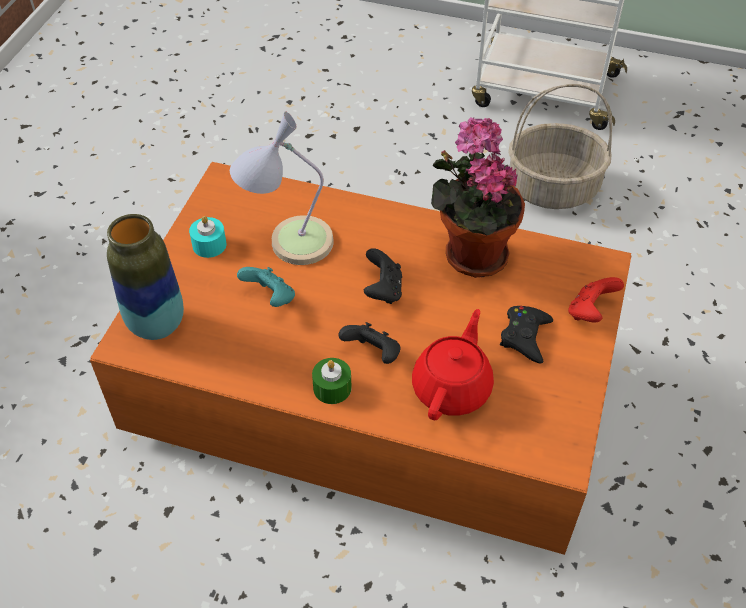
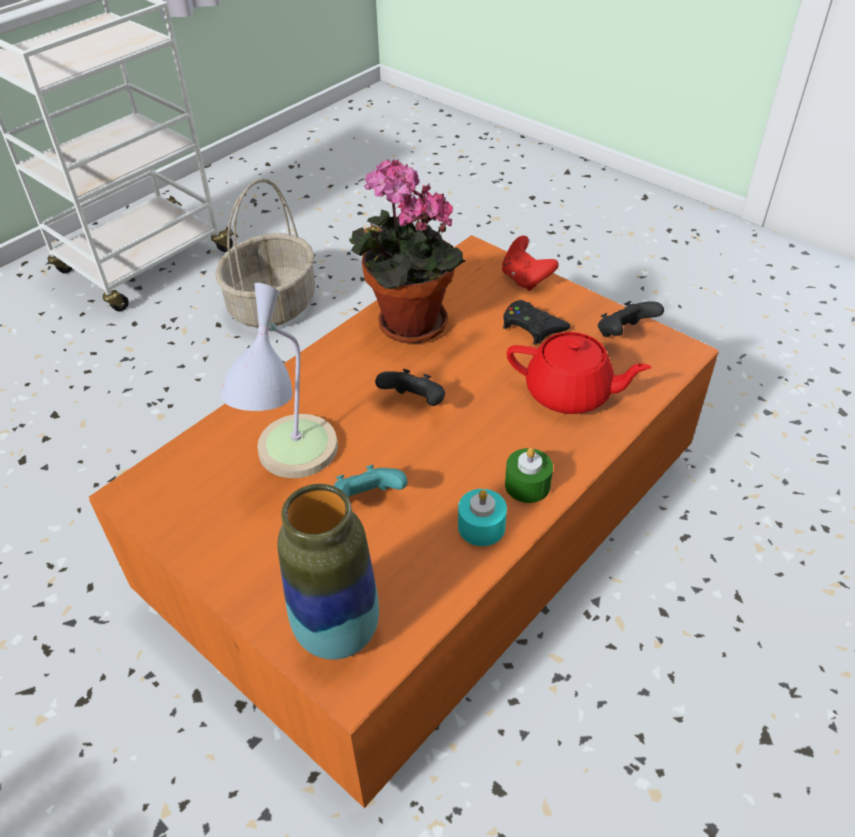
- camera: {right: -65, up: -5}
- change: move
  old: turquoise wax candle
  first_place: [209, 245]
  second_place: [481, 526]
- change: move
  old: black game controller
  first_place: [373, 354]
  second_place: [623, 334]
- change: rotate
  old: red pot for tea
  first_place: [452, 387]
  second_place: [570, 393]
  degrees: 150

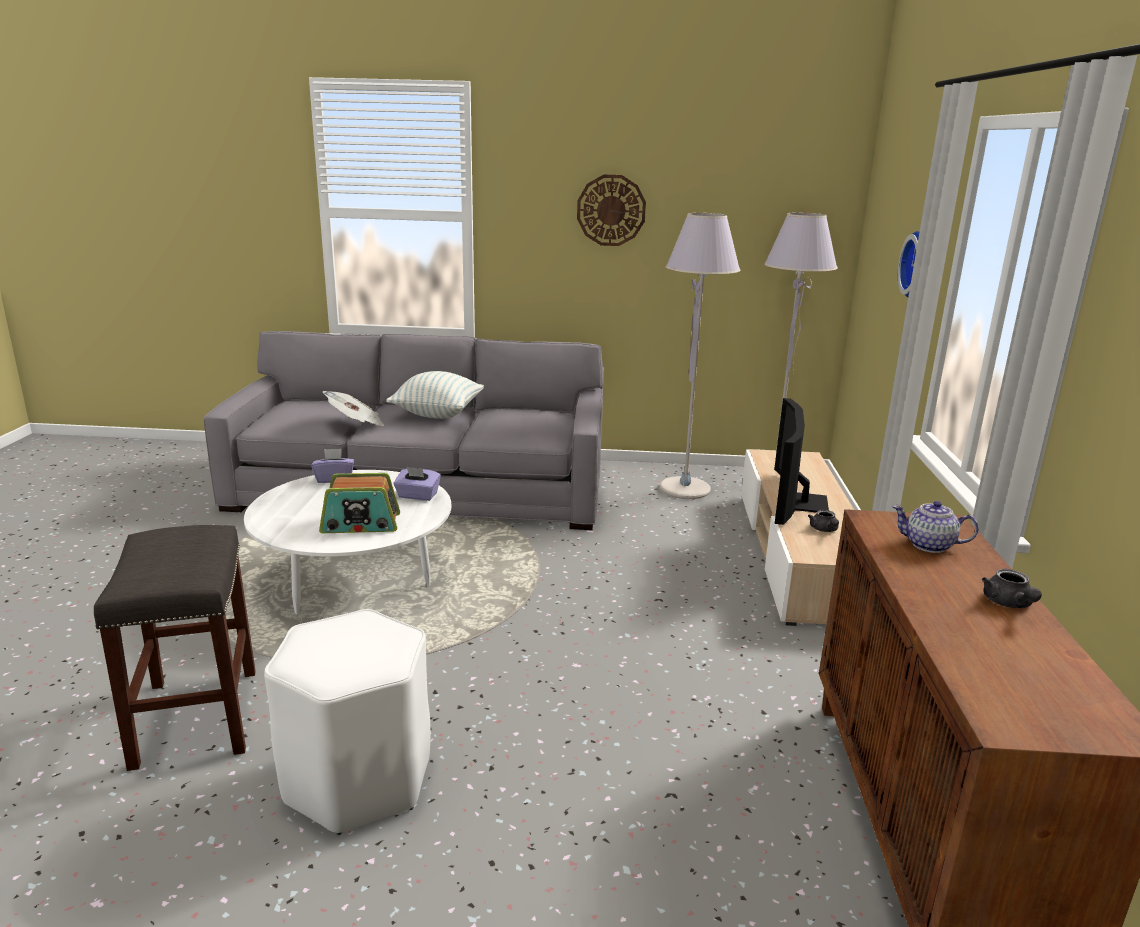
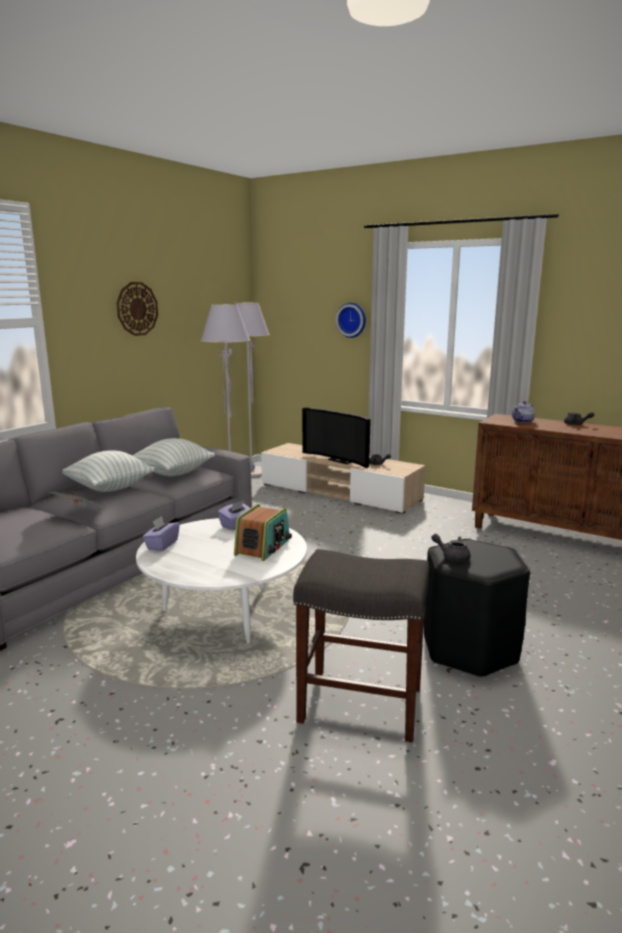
- camera: {right: -60, up: -5}
- change: insert
  new: pillow
  second_place: [172, 473]
- change: insert
  new: greyish pot for tea
  second_place: [452, 556]
- change: recolor
  old: white-coloured stool seat
  new: black stool seat
  first_place: [357, 780]
  second_place: [469, 650]

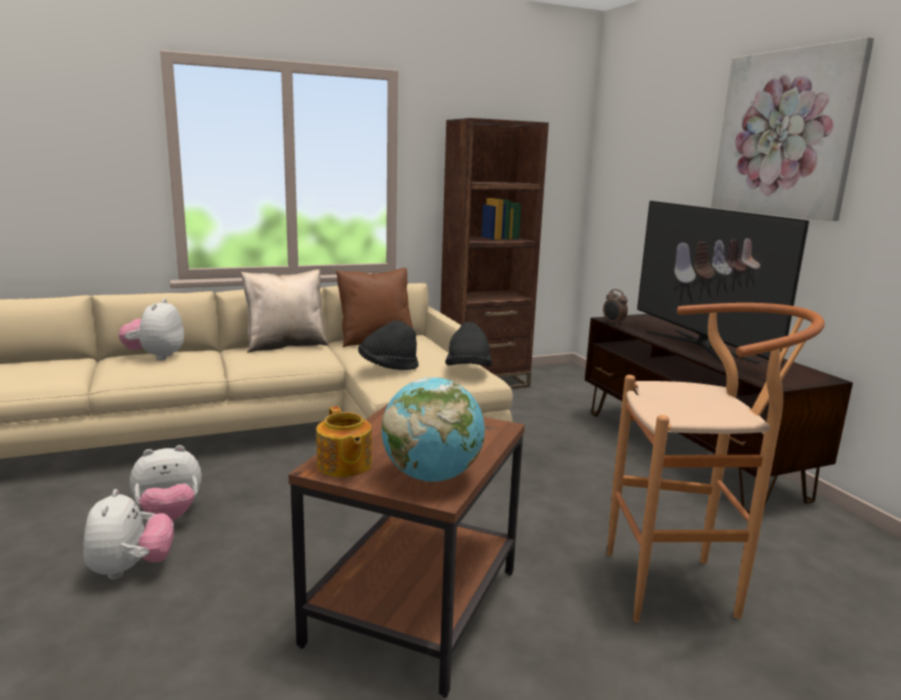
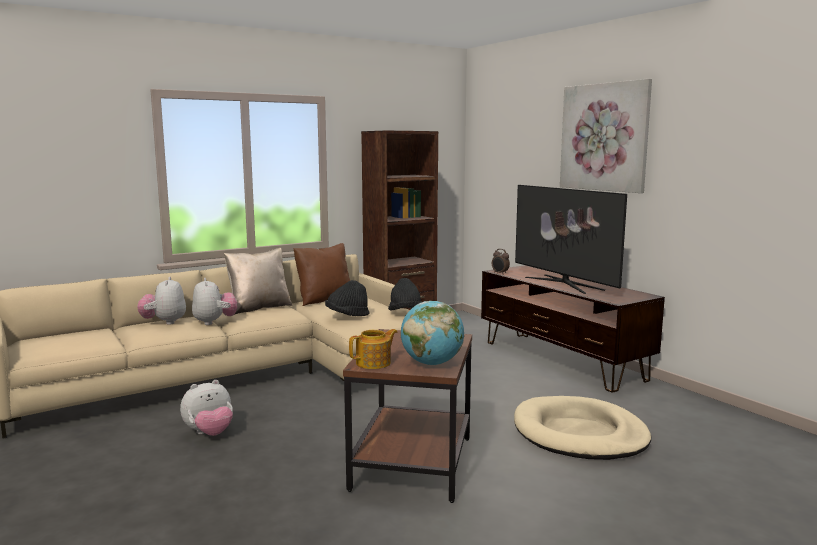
- camera: {right: -10, up: -5}
- change: move
  old: plush toy
  first_place: [130, 569]
  second_place: [214, 322]
- change: replace
  old: brown stool seat
  new: beige-coloured dog bed
  first_place: [684, 587]
  second_place: [579, 434]
- change: rotate
  old: pot for tea
  first_place: [344, 465]
  second_place: [374, 363]
  degrees: -90

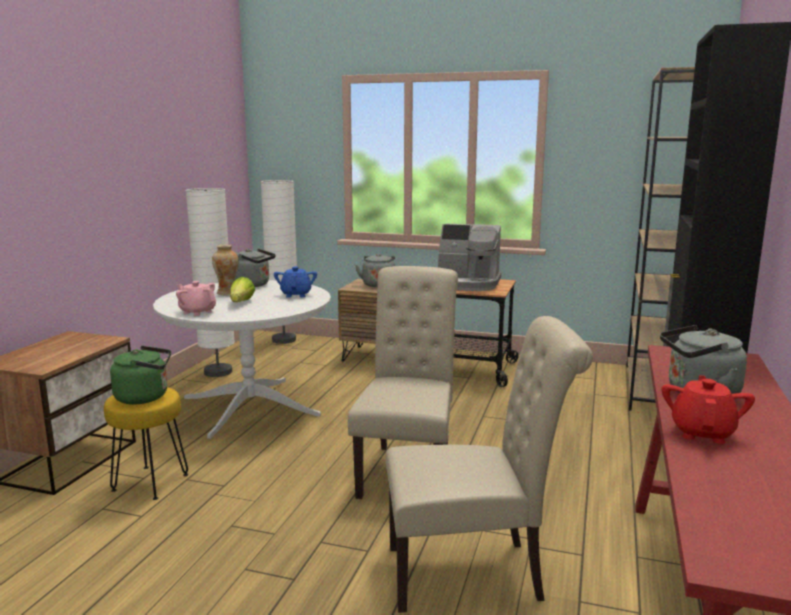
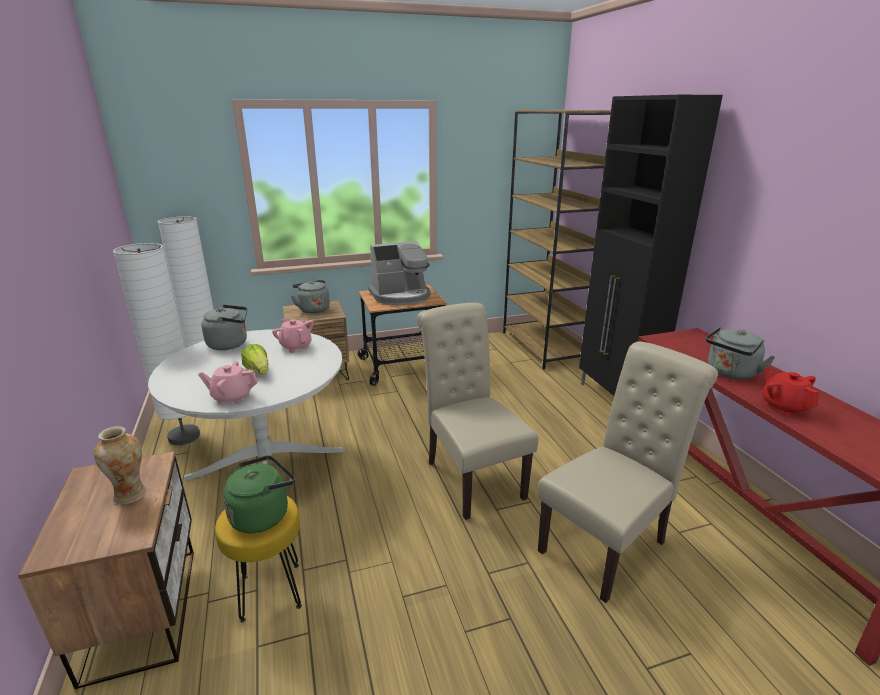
- camera: {right: -35, up: 10}
- change: move
  old: decorative vase
  first_place: [227, 293]
  second_place: [130, 494]
- change: recolor
  old: blue pot for tea
  new: pink pot for tea
  first_place: [296, 295]
  second_place: [296, 346]

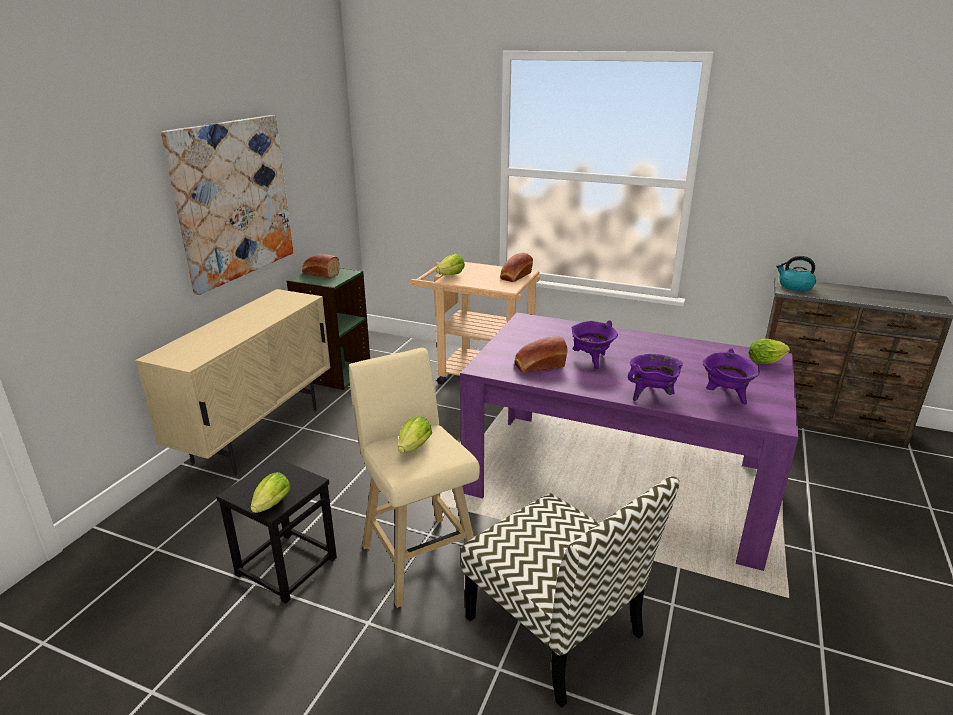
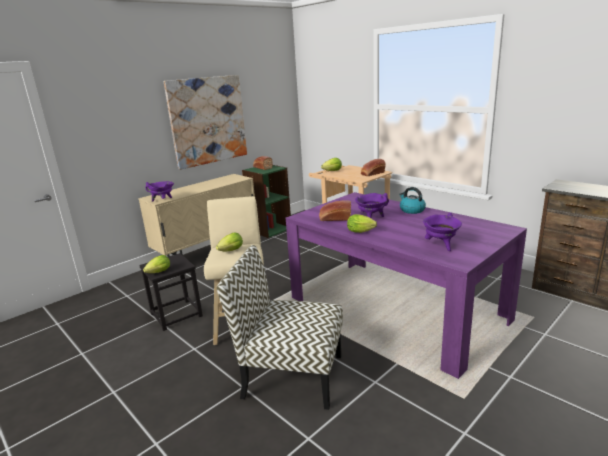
- camera: {right: 25, up: -5}
- change: move
  old: purple saucepot
  first_place: [652, 396]
  second_place: [163, 200]
- change: move
  old: head of lettuce
  first_place: [767, 362]
  second_place: [362, 232]
- change: move
  old: water kettle
  first_place: [794, 286]
  second_place: [411, 210]
- change: rotate
  old: upright chair
  first_place: [556, 628]
  second_place: [291, 376]
  degrees: 120

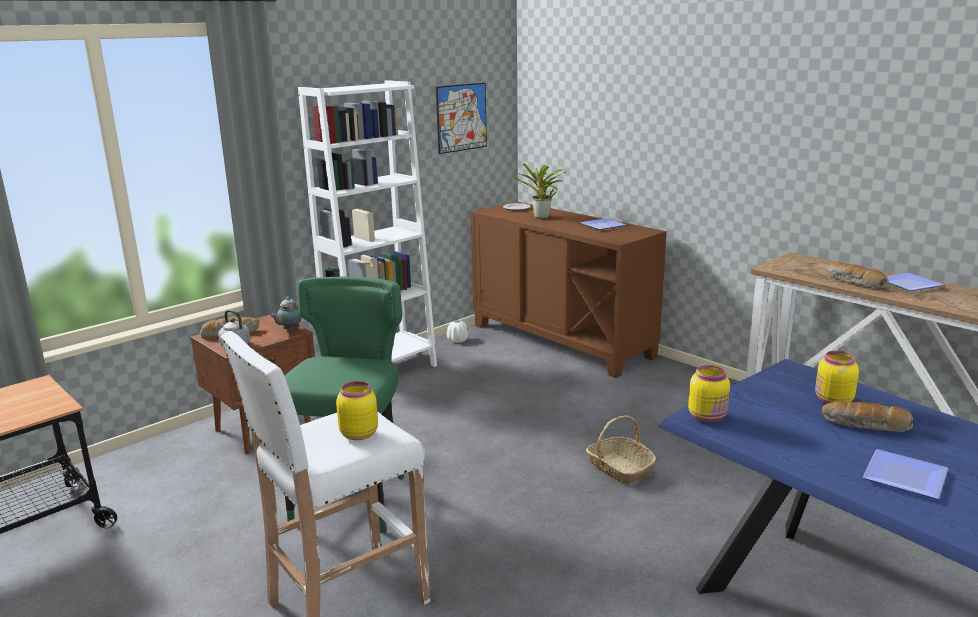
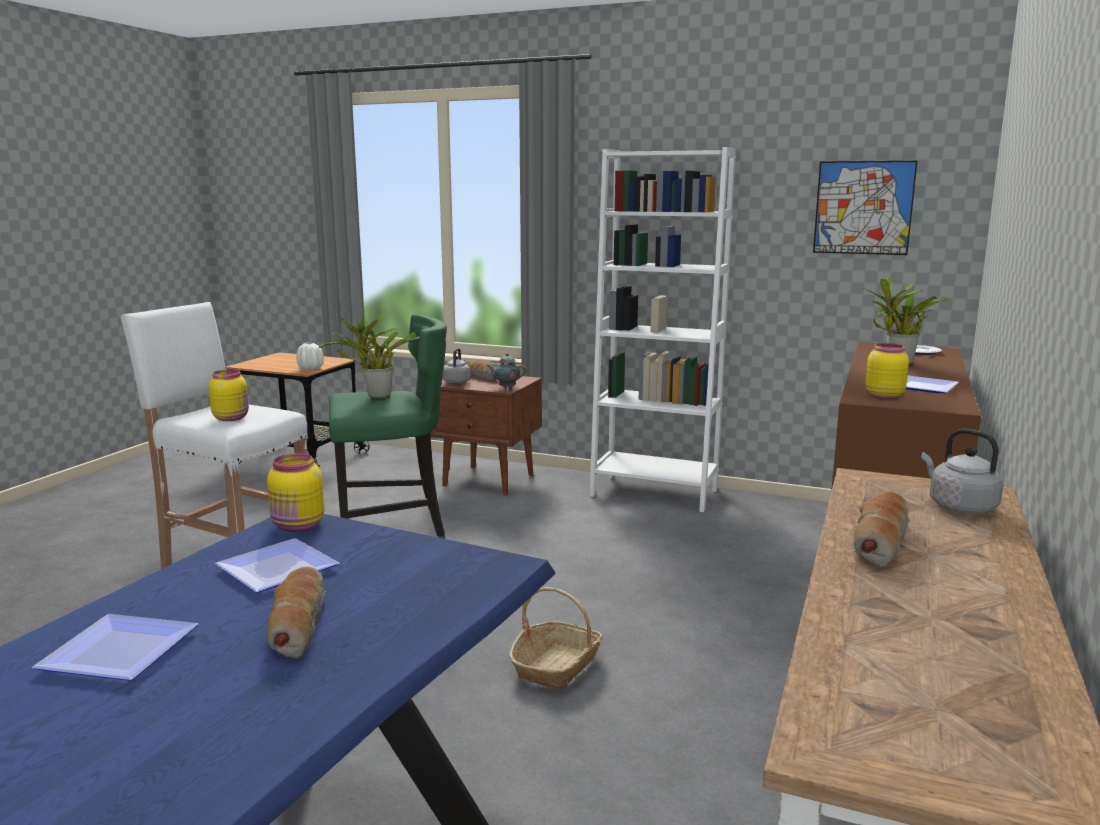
- camera: {right: 65, up: -5}
- change: insert
  new: plant in a pot
  second_place: [375, 396]
- change: insert
  new: greyish water kettle
  second_place: [958, 506]
- change: move
  old: white-coloured decorative vase
  first_place: [457, 340]
  second_place: [310, 368]
- change: move
  old: yellow preserve jar
  first_place: [832, 401]
  second_place: [883, 396]
- change: move
  old: flat dish
  first_place: [911, 285]
  second_place: [276, 571]

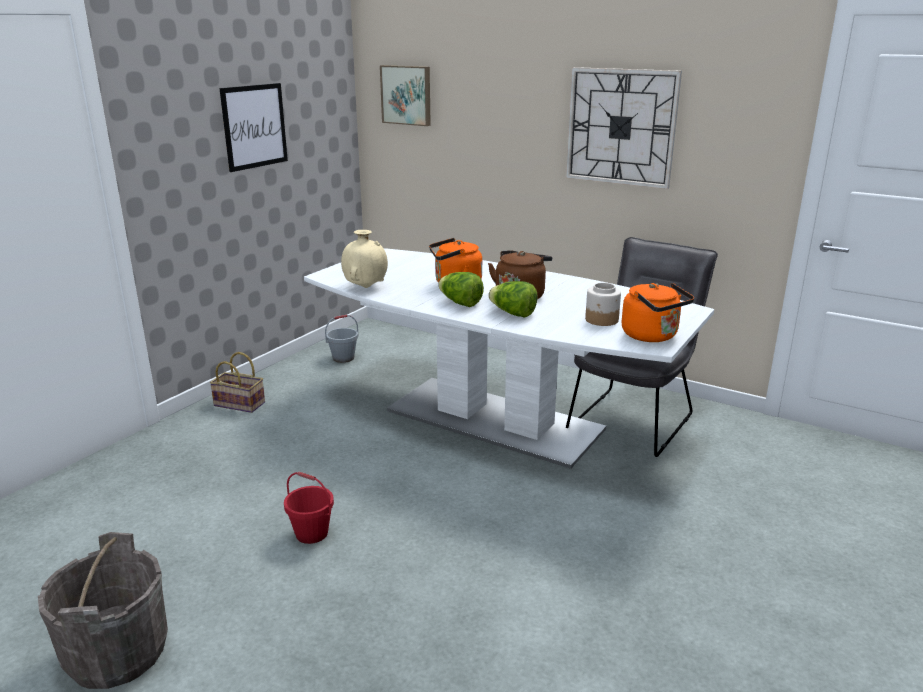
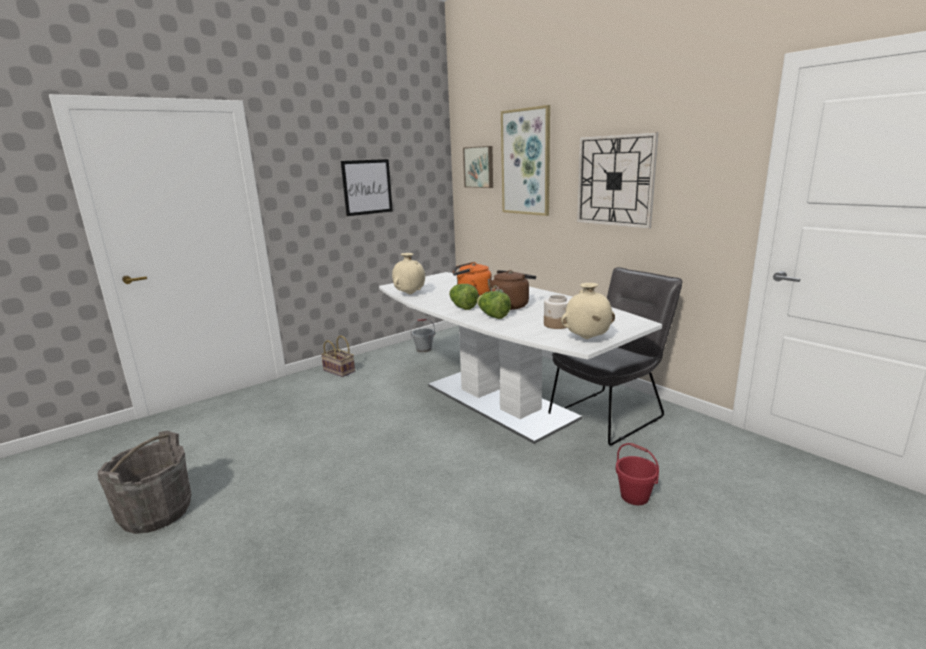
- camera: {right: 20, up: -5}
- change: insert
  new: wall picture
  second_place: [526, 162]
- change: move
  old: red bucket
  first_place: [311, 533]
  second_place: [634, 496]
- change: replace
  old: orange-coloured water kettle
  new: beige-coloured decorative vase
  first_place: [652, 336]
  second_place: [586, 339]

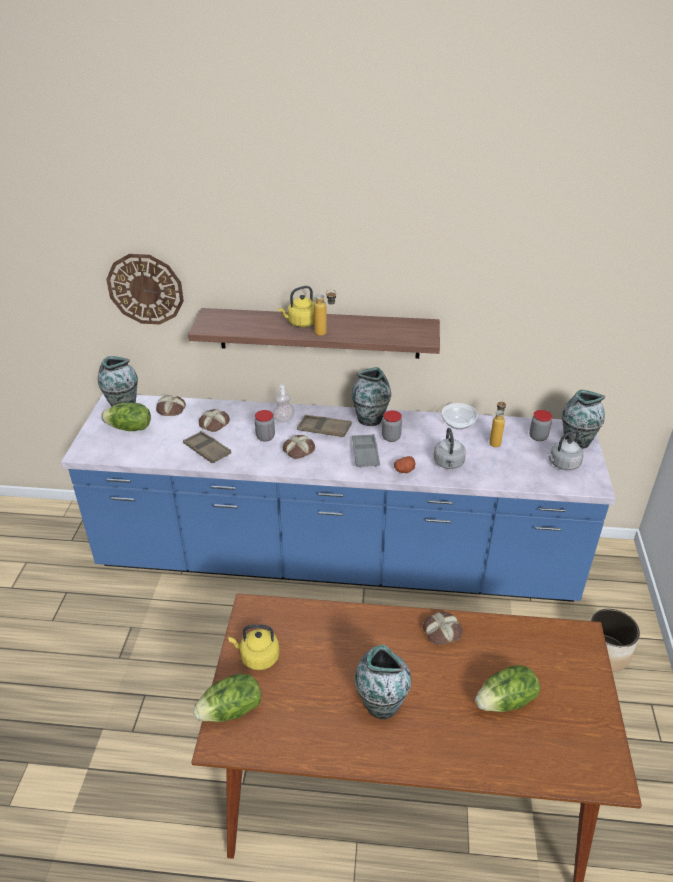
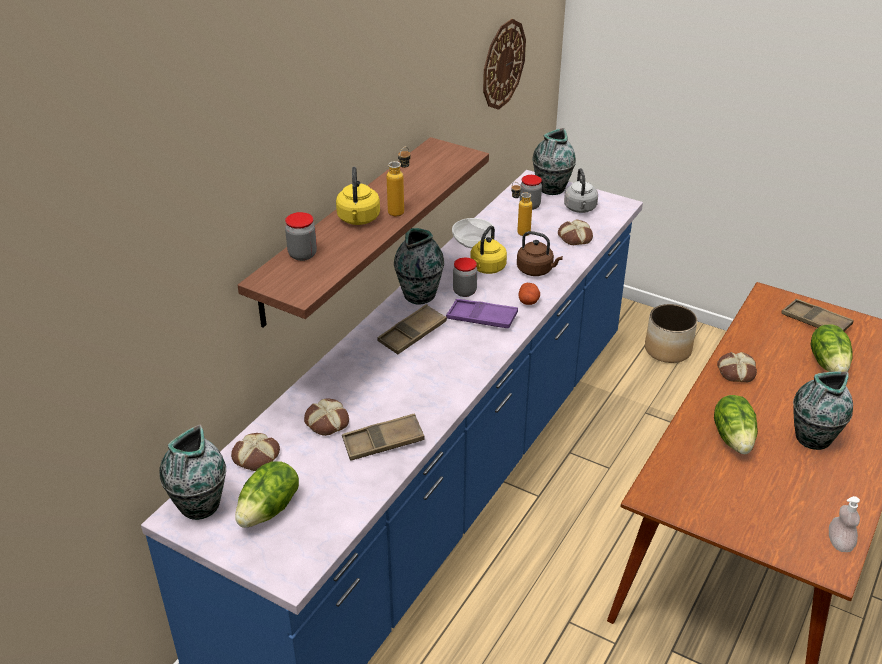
- camera: {right: -65, up: 0}
- change: insert
  new: brown serving tray
  second_place: [815, 321]
- change: move
  old: hanging clock
  first_place: [145, 289]
  second_place: [503, 64]
- change: move
  old: head of lettuce
  first_place: [231, 711]
  second_place: [734, 438]
- change: move
  old: yellow water kettle
  first_place: [257, 657]
  second_place: [487, 268]
- change: move
  old: preserve jar
  first_place: [265, 437]
  second_place: [302, 254]
- change: move
  old: liquid soap bottle
  first_place: [284, 419]
  second_place: [839, 543]
- change: move
  old: bread
  first_place: [298, 450]
  second_place: [574, 237]
- change: recolor
  old: greyish serving tray
  new: purple serving tray
  first_place: [365, 454]
  second_place: [481, 318]
- change: recolor
  old: greyish water kettle
  new: brown water kettle
  first_place: [448, 464]
  second_place: [536, 270]

